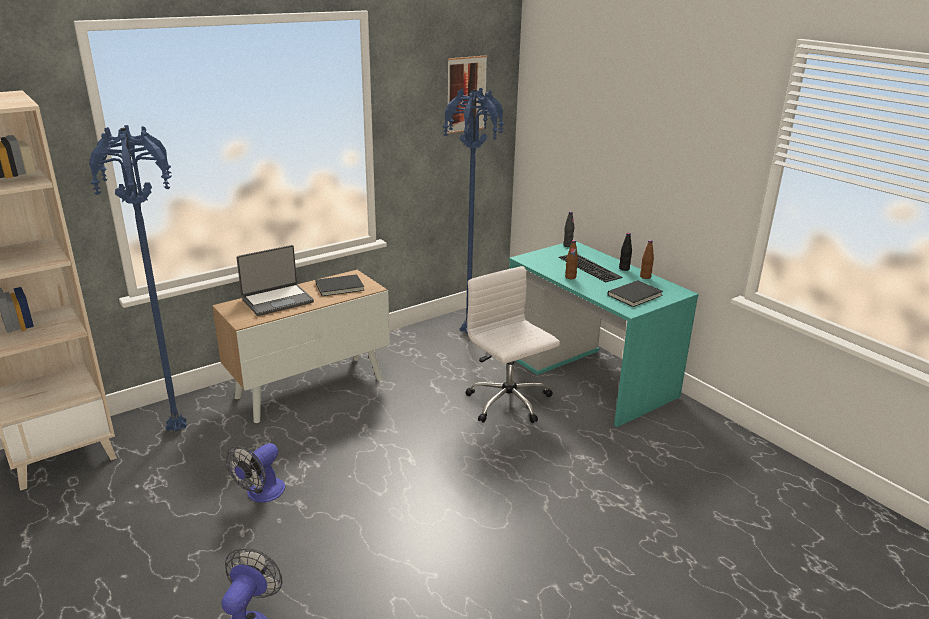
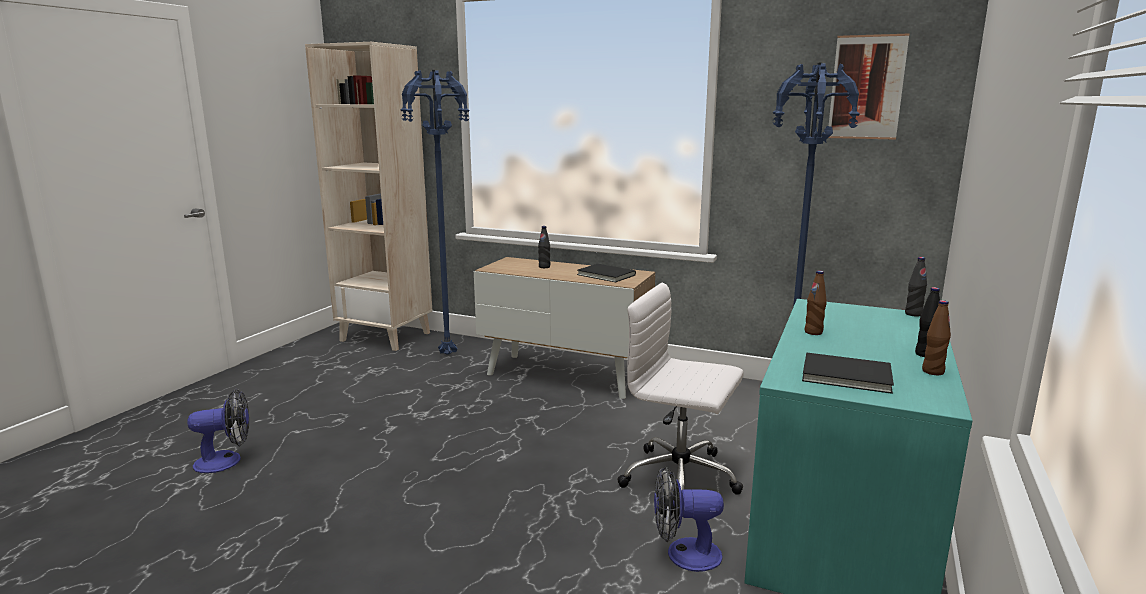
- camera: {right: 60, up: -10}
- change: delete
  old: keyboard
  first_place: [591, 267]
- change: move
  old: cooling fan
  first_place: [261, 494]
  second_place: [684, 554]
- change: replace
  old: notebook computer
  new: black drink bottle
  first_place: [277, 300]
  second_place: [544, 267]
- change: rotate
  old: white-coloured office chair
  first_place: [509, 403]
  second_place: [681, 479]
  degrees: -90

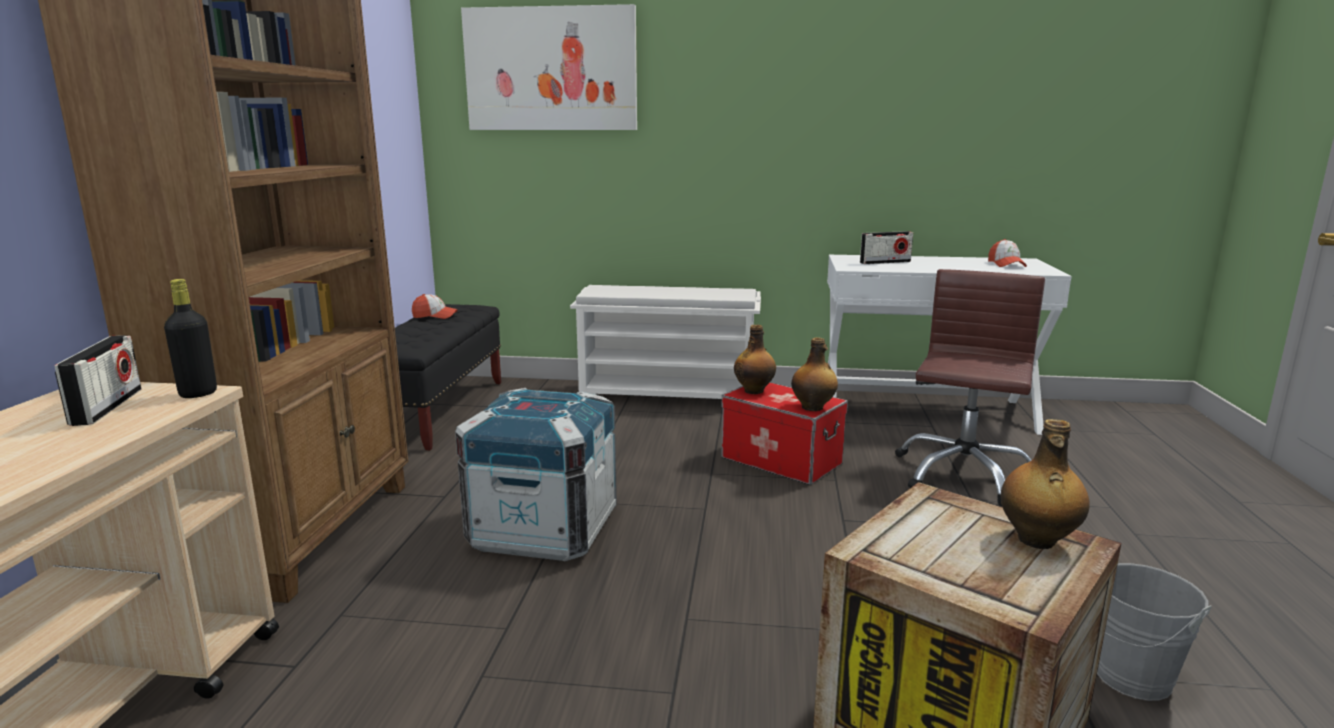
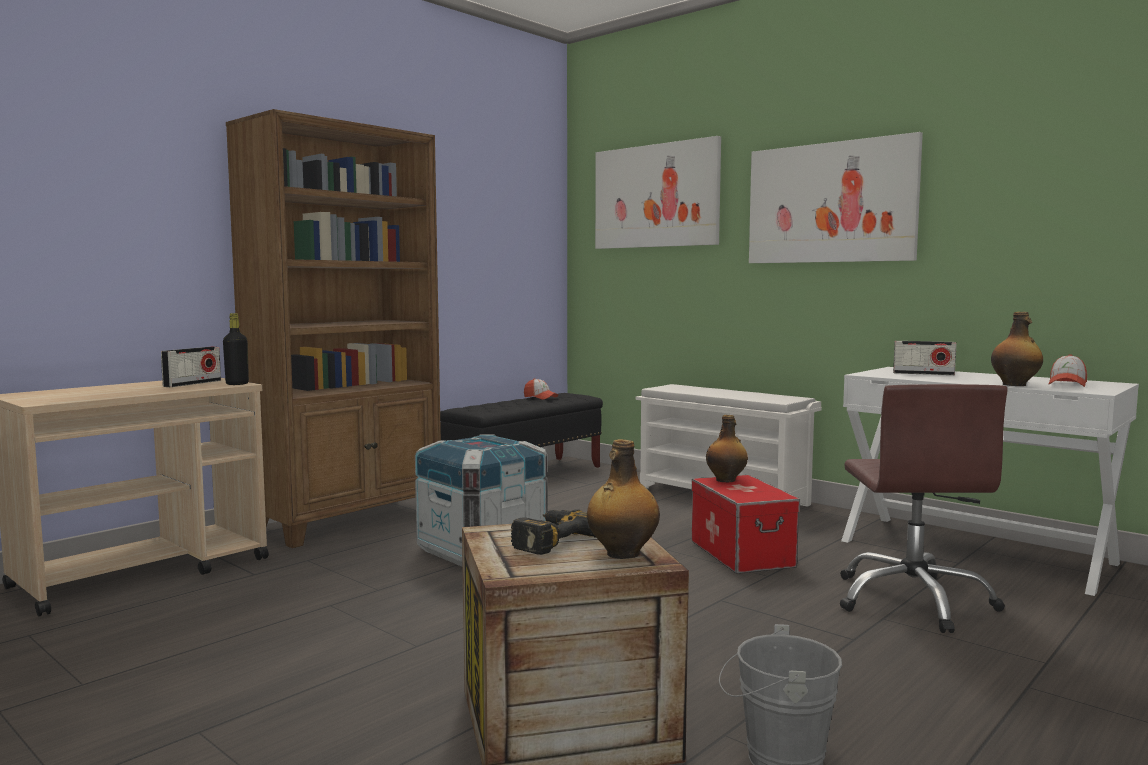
- camera: {right: 35, up: -10}
- change: insert
  new: electric drill
  second_place: [549, 539]
- change: insert
  new: wall picture
  second_place: [830, 203]
- change: move
  old: drink bottle
  first_place: [813, 407]
  second_place: [1015, 385]
- change: rotate
  old: brown office chair
  first_place: [962, 474]
  second_place: [913, 600]
  degrees: 120

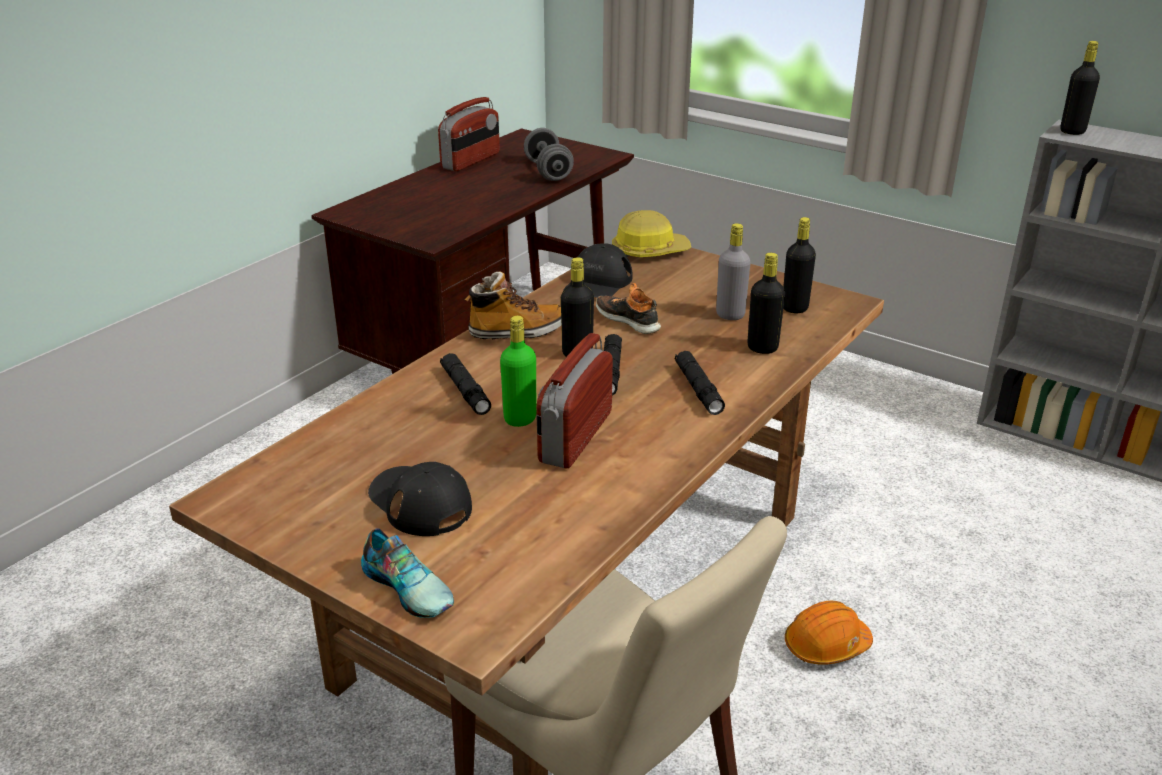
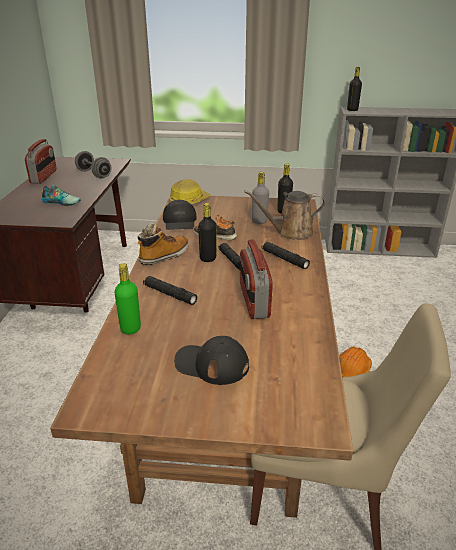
- camera: {right: -30, up: 0}
- change: move
  old: low shoe
  first_place: [409, 586]
  second_place: [62, 202]
- change: move
  old: green-coloured drink bottle
  first_place: [520, 419]
  second_place: [130, 328]
- change: replace
  old: black drink bottle
  new: brown watering pot
  first_place: [762, 348]
  second_place: [290, 232]

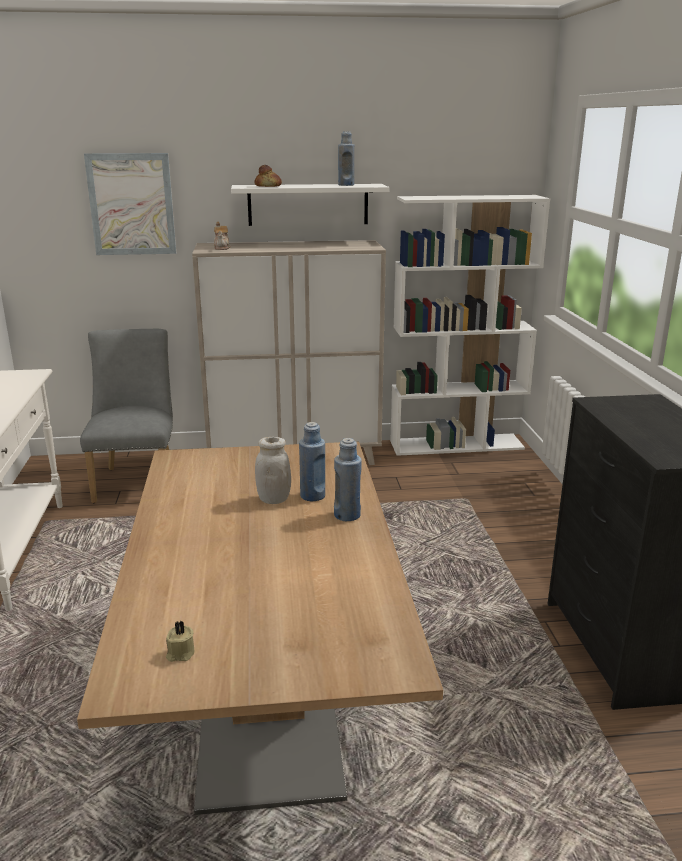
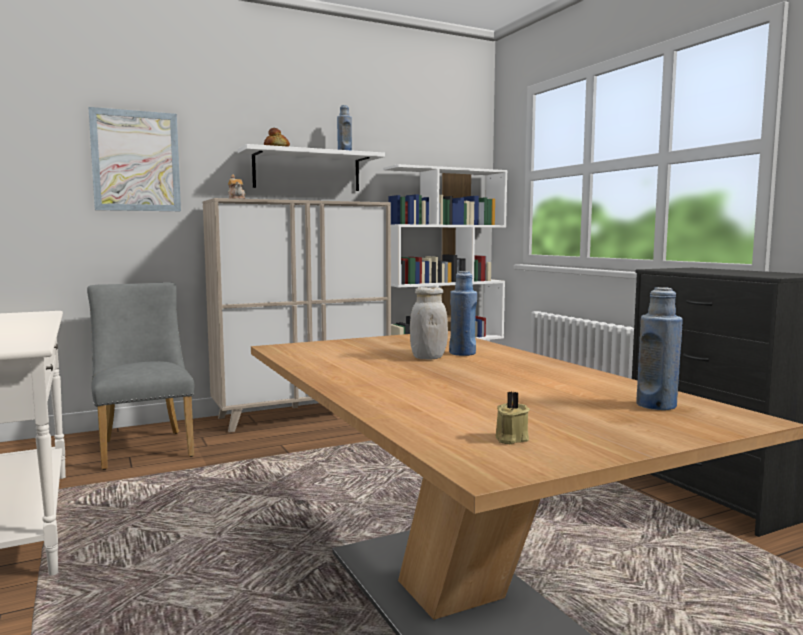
- camera: {right: -20, up: -15}
- change: move
  old: blue drink bottle
  first_place: [347, 515]
  second_place: [656, 405]

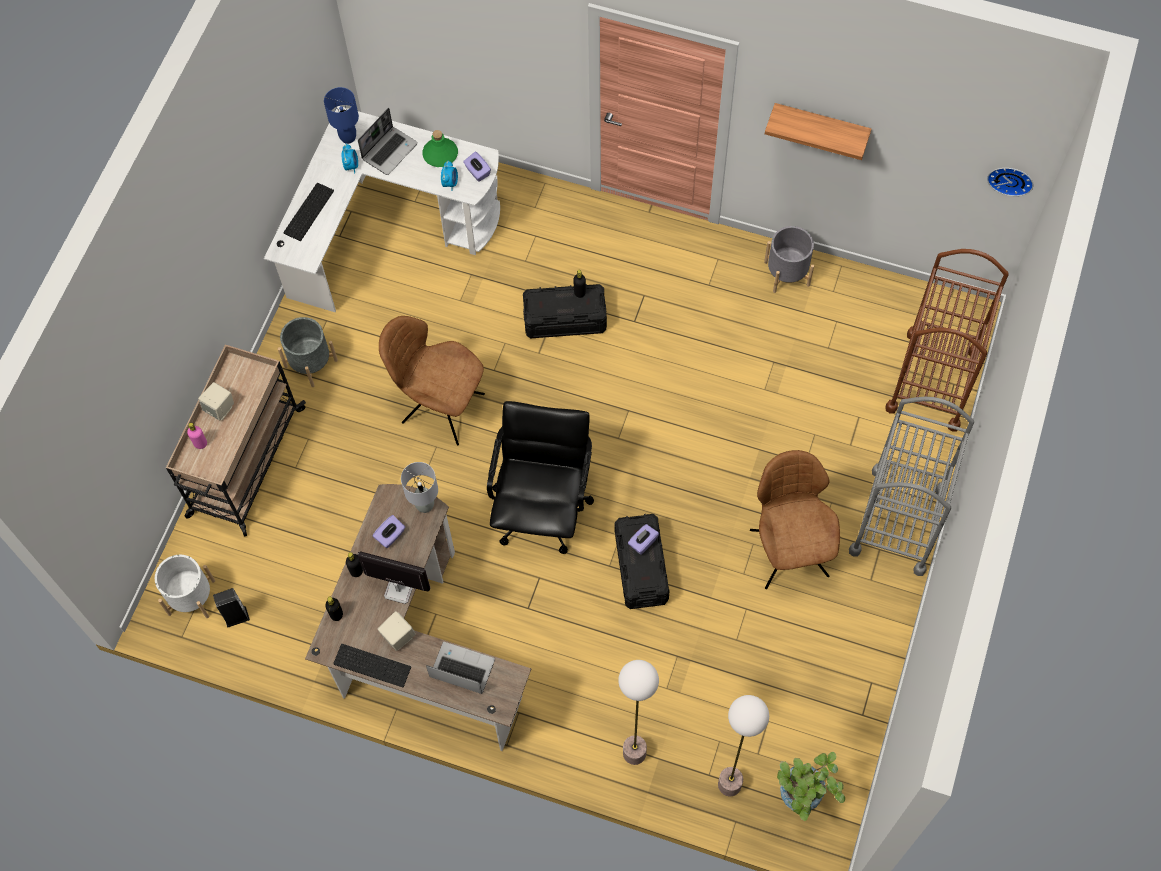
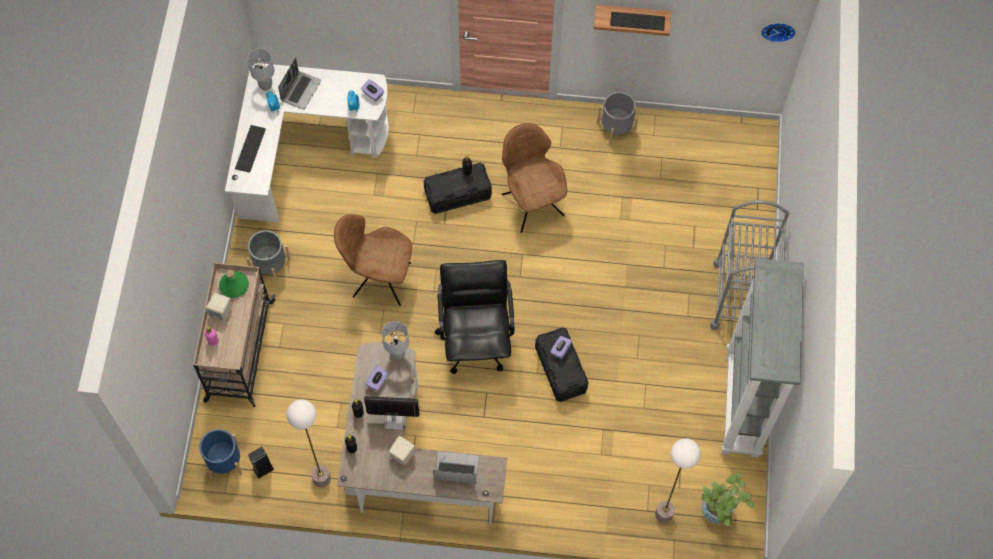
- camera: {right: -15, up: 0}
- change: delete
  old: brown wheeled cart
  first_place: [932, 380]
- change: insert
  new: greyish bookshelf
  second_place: [743, 405]
- change: move
  old: keyboard
  first_place: [373, 664]
  second_place: [638, 20]
- change: move
  old: green-coloured drink bottle
  first_place: [440, 154]
  second_place: [234, 285]
- change: move
  old: standing lamp
  first_place: [634, 753]
  second_place: [321, 479]
- change: move
  old: brown upright chair
  first_place: [788, 549]
  second_place: [531, 202]
- change: recolor
  old: white-coloured plant pot
  new: blue plant pot
  first_place: [191, 597]
  second_place: [224, 461]
- change: recolor
  old: blue lamp for a table
  new: greyish lamp for a table
  first_place: [348, 137]
  second_place: [265, 86]

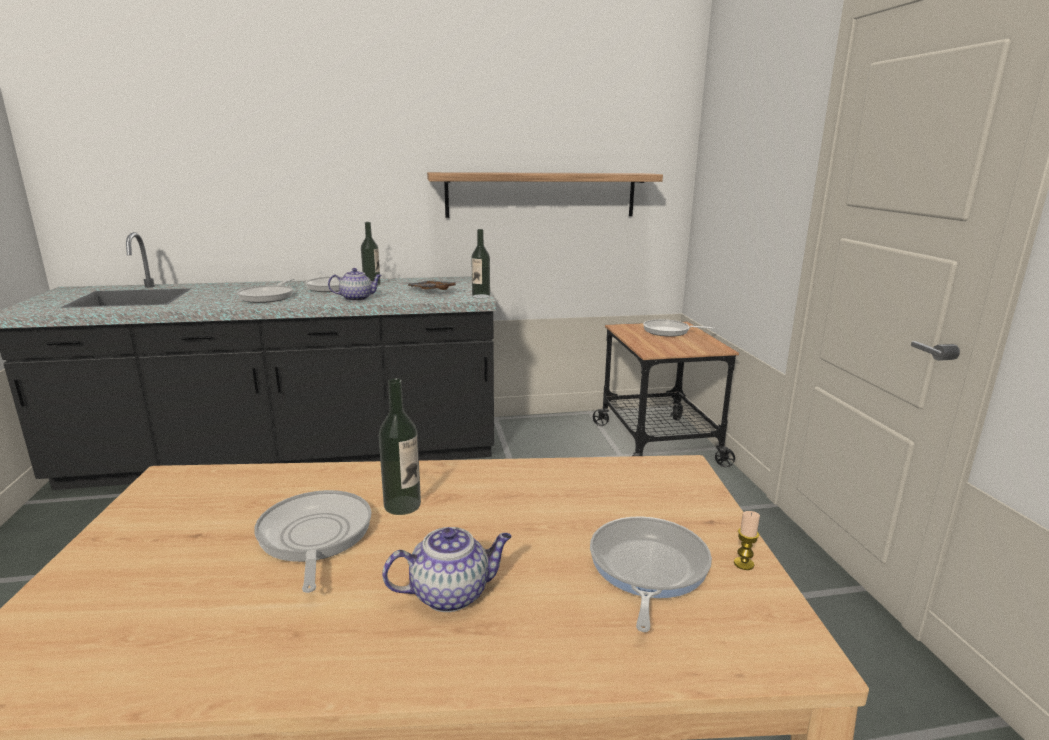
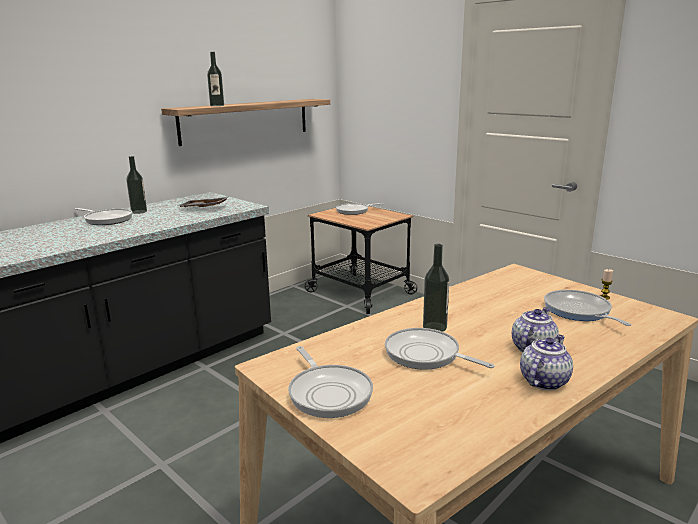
- camera: {right: -35, up: 0}
- change: move
  old: skillet
  first_place: [268, 296]
  second_place: [328, 393]
- change: move
  old: pot for tea
  first_place: [357, 298]
  second_place: [543, 381]
- change: move
  old: drink bottle
  first_place: [481, 296]
  second_place: [217, 105]

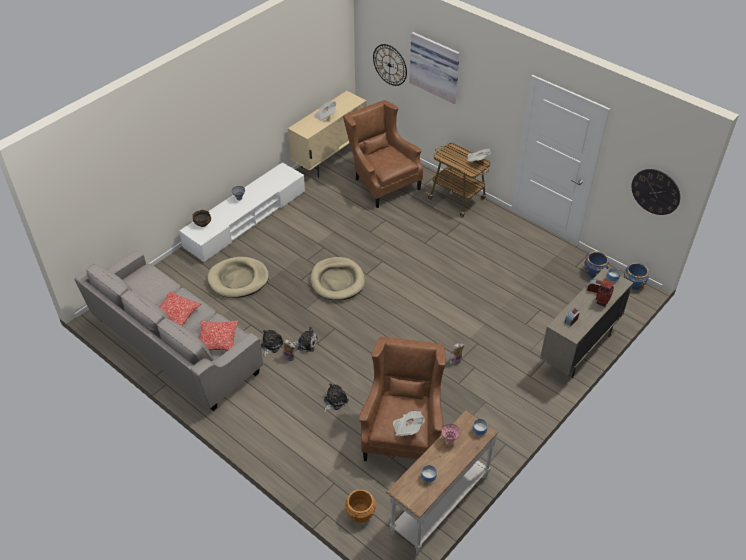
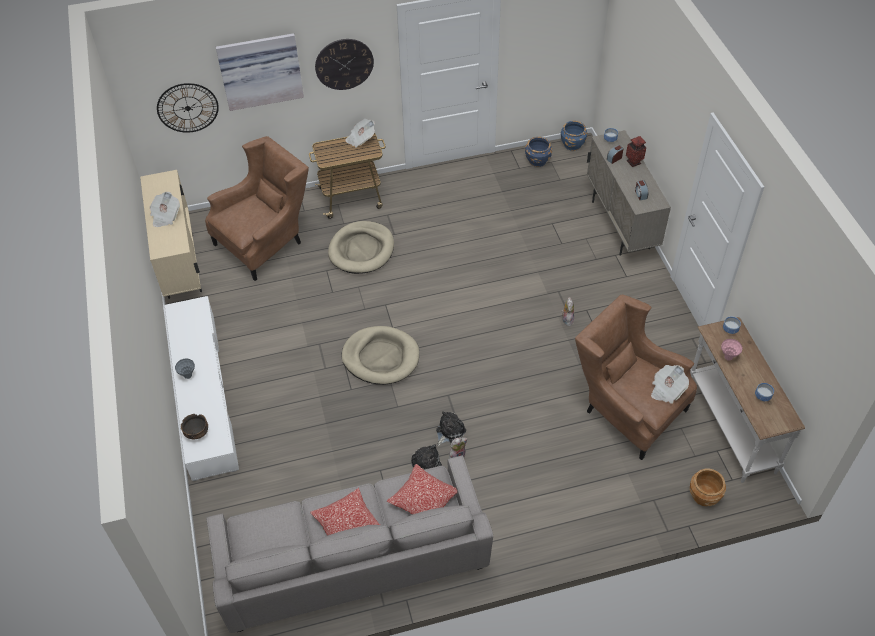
- camera: {right: -55, up: 5}
- change: delete
  old: plush toy
  first_place: [334, 400]
- change: move
  old: beige-coloured dog bed
  first_place: [238, 279]
  second_place: [361, 250]
- change: move
  old: hanging clock
  first_place: [655, 191]
  second_place: [344, 64]
- change: rotate
  old: brown easy chair
  first_place: [382, 182]
  second_place: [265, 242]
  degrees: 135

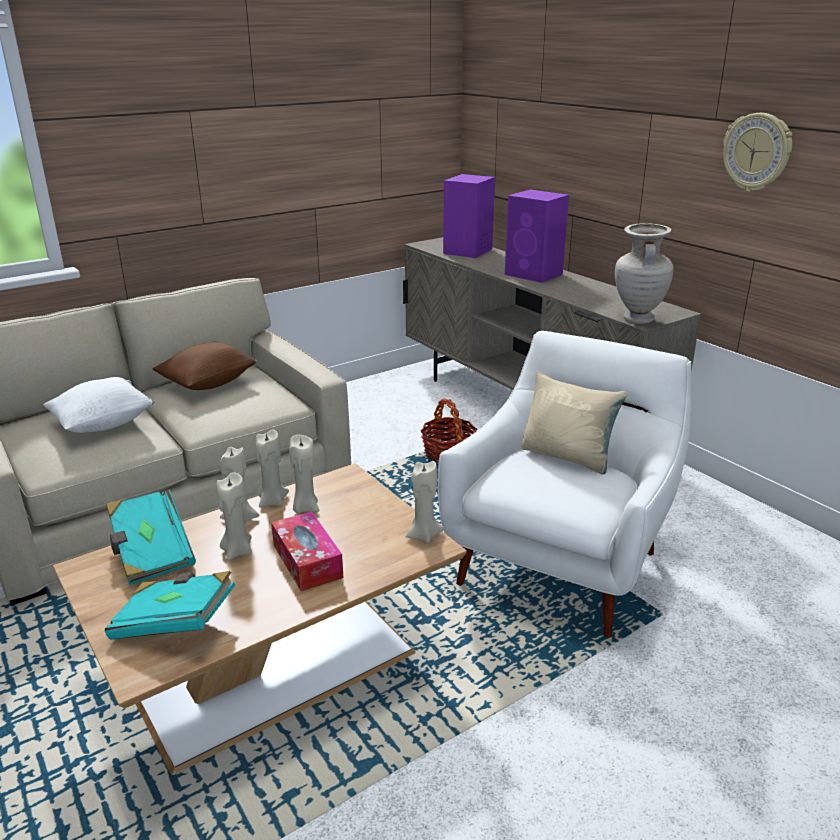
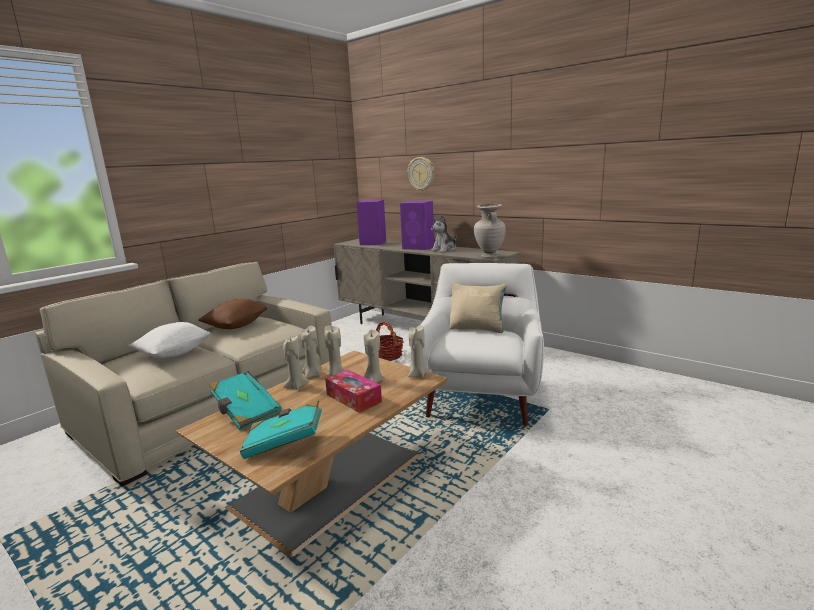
- camera: {right: -15, up: -10}
- change: insert
  new: plush toy
  second_place: [444, 250]
- change: move
  old: beige-coloured wax candle
  first_place: [237, 551]
  second_place: [374, 381]
- change: move
  old: hanging clock
  first_place: [757, 152]
  second_place: [421, 174]

